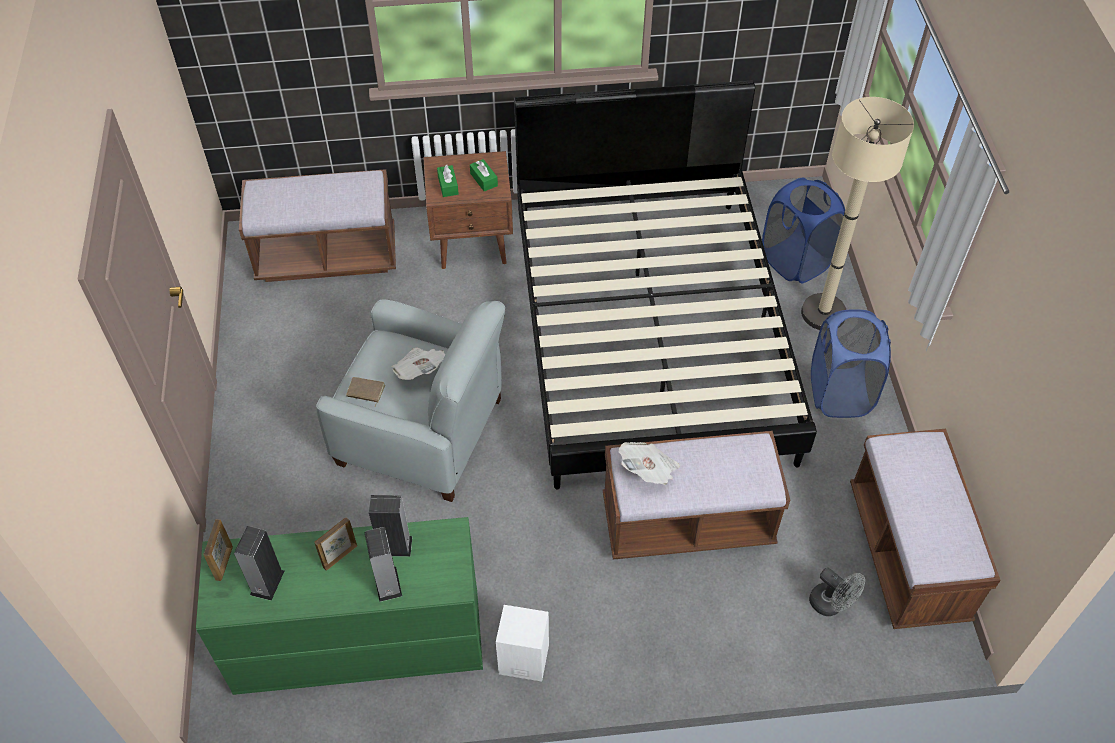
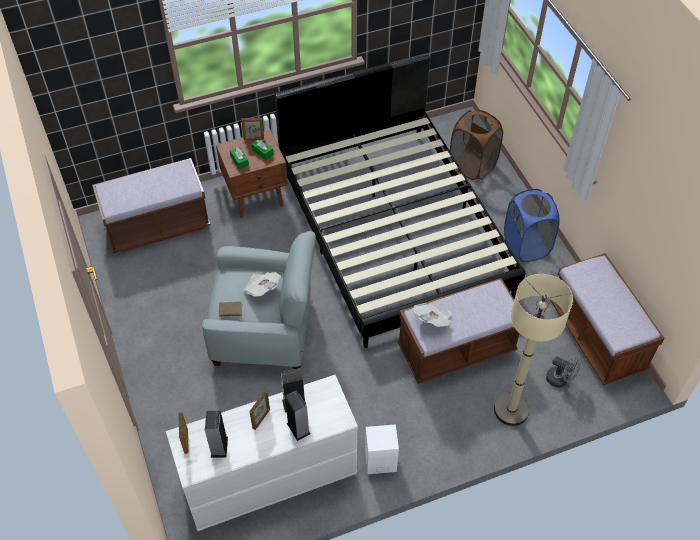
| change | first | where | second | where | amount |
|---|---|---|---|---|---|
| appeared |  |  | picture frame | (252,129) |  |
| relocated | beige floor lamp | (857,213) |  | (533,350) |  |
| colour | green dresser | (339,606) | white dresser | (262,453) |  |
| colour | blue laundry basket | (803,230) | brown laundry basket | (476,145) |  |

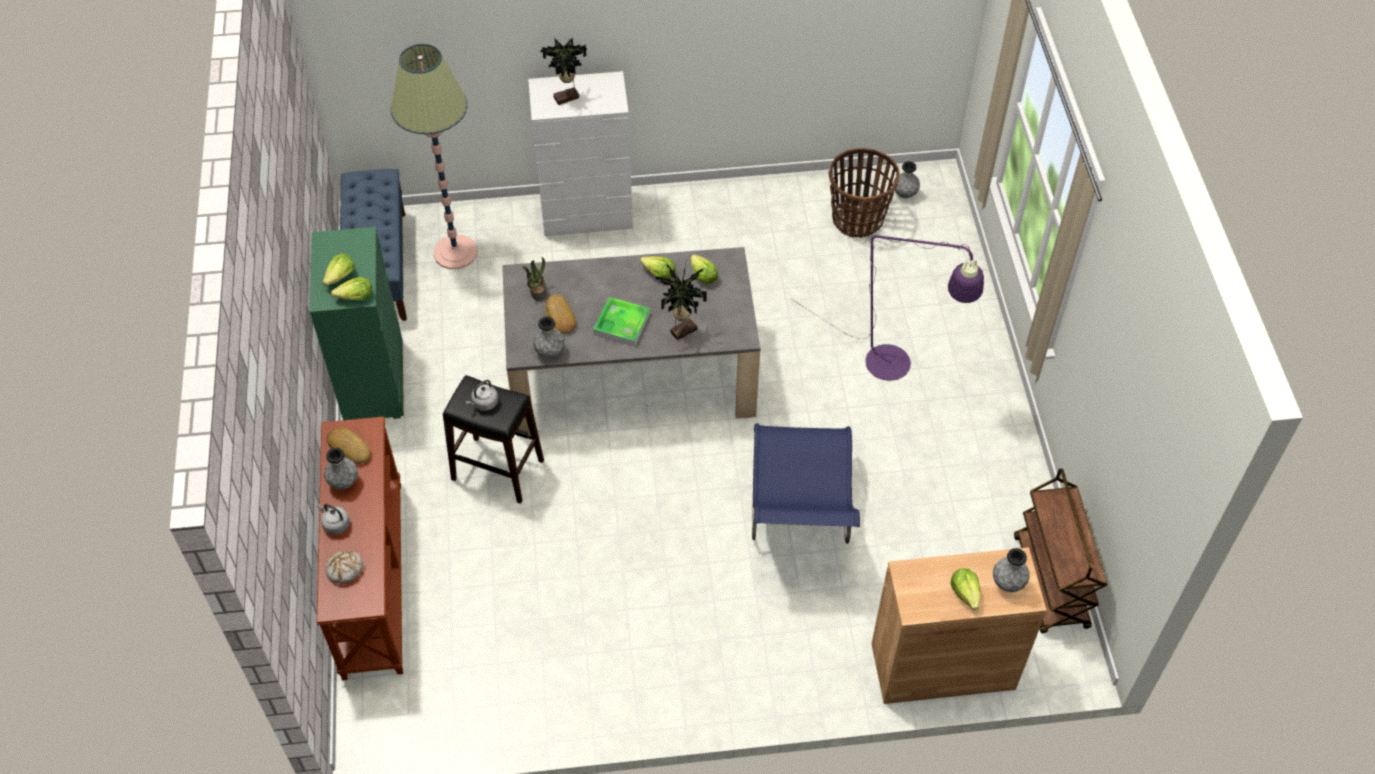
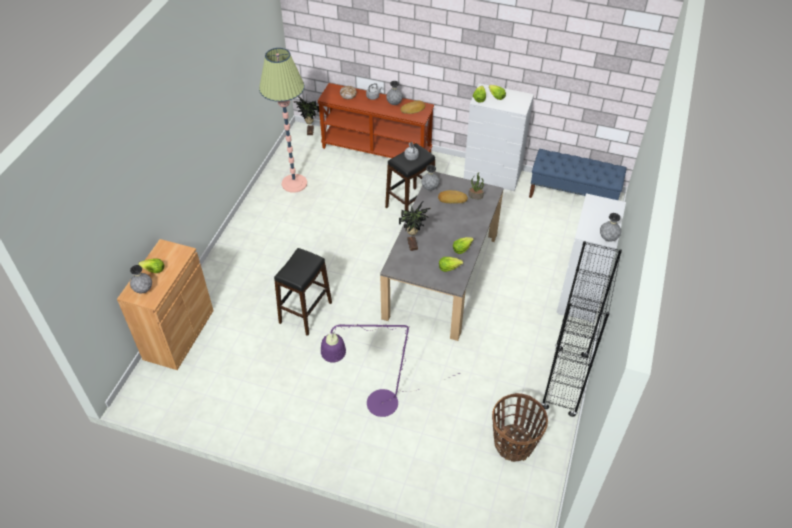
| change | first | where | second | where | amount |
|---|---|---|---|---|---|
| missing | tray | (621,321) |  |  |  |
| missing | brown cart | (1061,551) |  |  |  |
| appeared |  |  | black bookcase | (581,329) |  |
| relocated | floor lamp | (434,156) |  | (283,120) |  |
| relocated | potted plant | (563,71) |  | (306,115) |  |
| relocated | grey vase | (906,179) |  | (610,227) |  |
| exchanged | blue chair | (806,483) | black stool | (303,292) |  |
| colour | green dresser | (357,323) | white dresser | (499,137) |  |

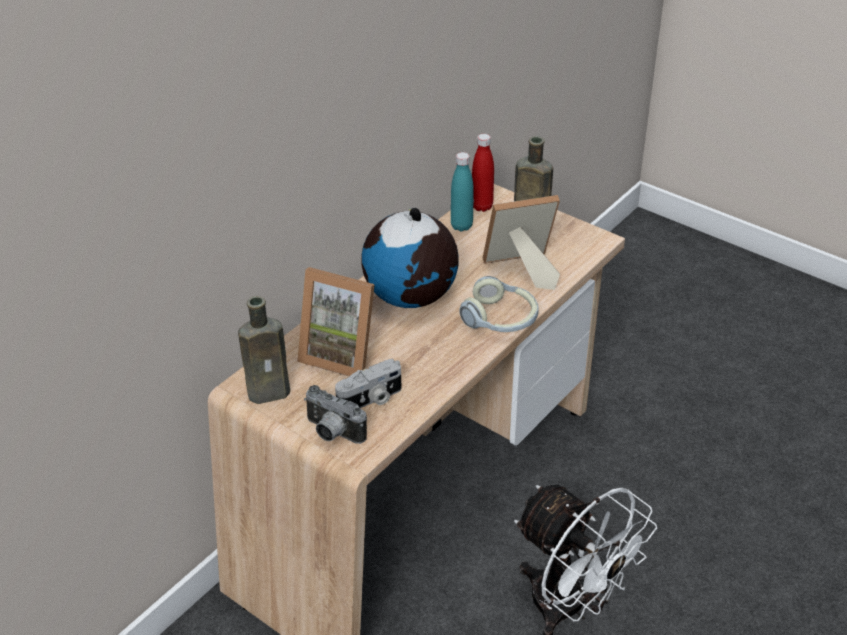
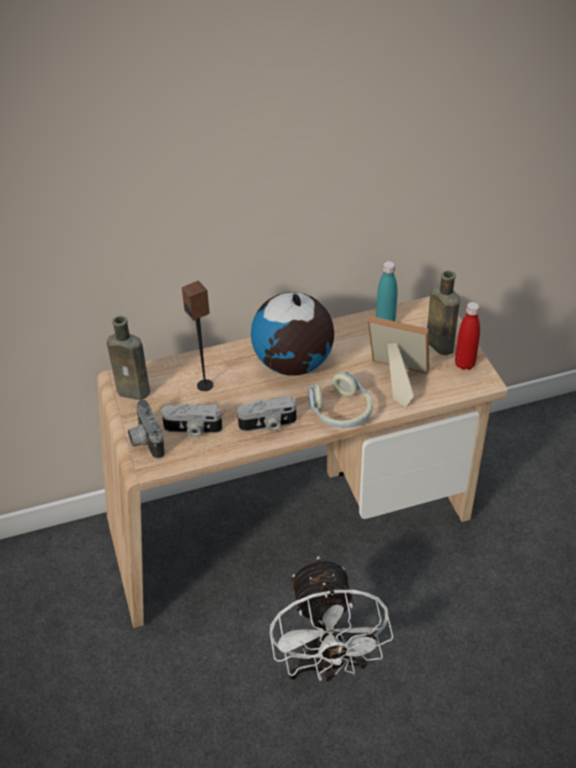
| change | first | where | second | where | amount |
|---|---|---|---|---|---|
| appeared |  |  | photo camera | (267,414) |  |
| relocated | red bottle | (483,173) |  | (467,336) |  |
| exchanged | picture frame | (336,322) | speaker | (197,336) |  |

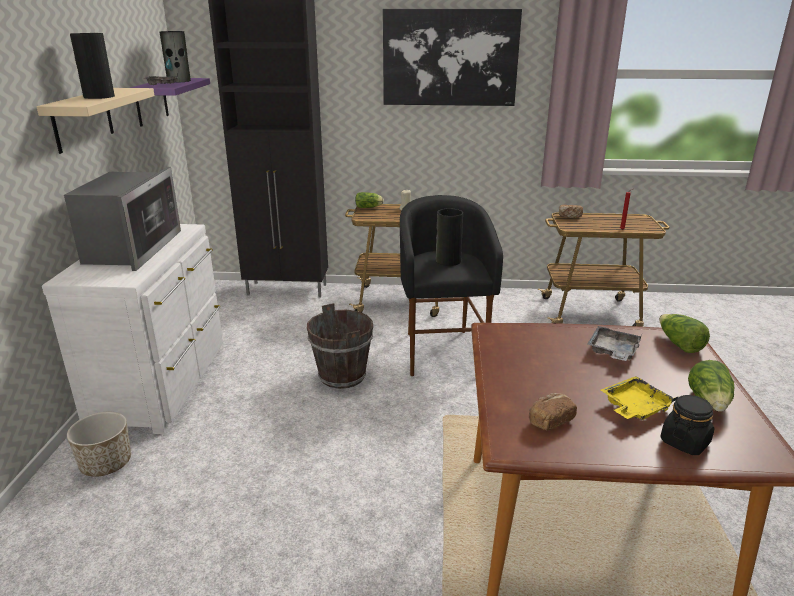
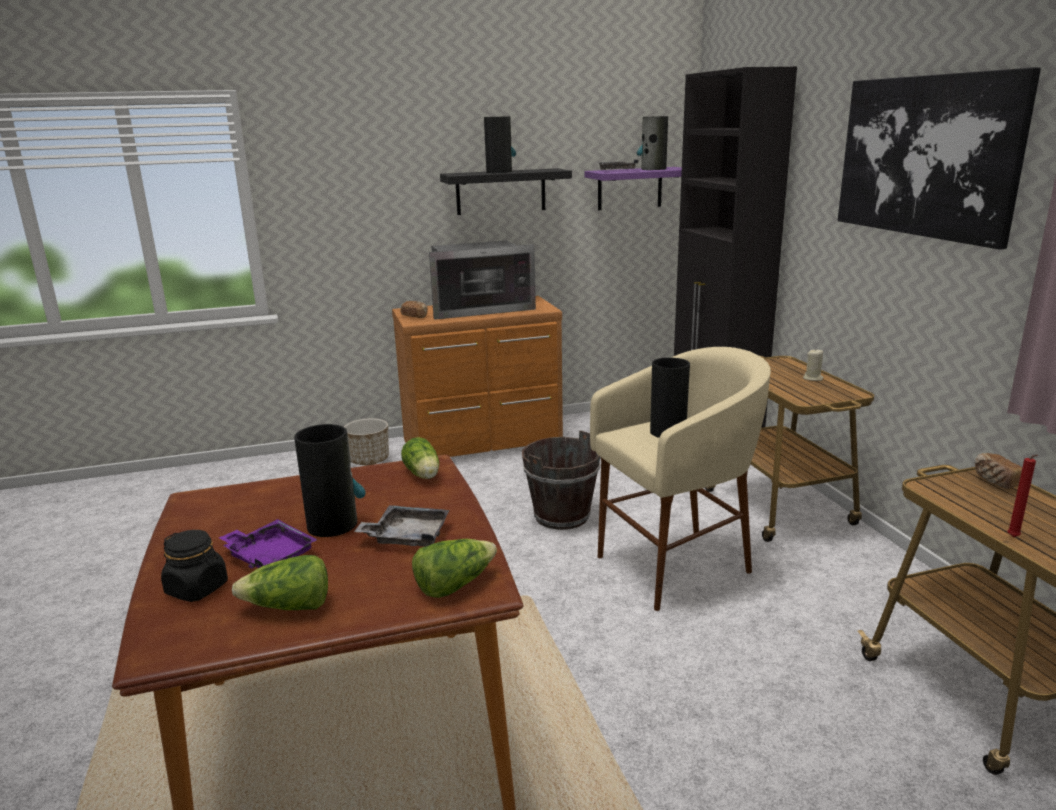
| change | first | where | second | where | amount |
|---|---|---|---|---|---|
| appeared |  |  | vase | (329,480) |  |
| relocated | lettuce | (369,200) |  | (420,458) |  |
| relocated | bread | (553,412) |  | (414,309) |  |
| colour | beige shelf | (96,121) | black shelf | (506,191) |  |
| colour | white dresser | (132,329) | brown dresser | (477,376) |  |
| colour | black stool | (451,285) | beige stool | (680,479) |  |
| colour | yellow tray | (639,398) | purple tray | (268,543) |  |

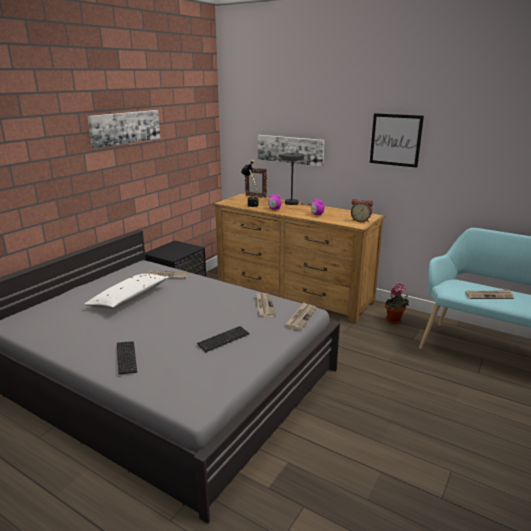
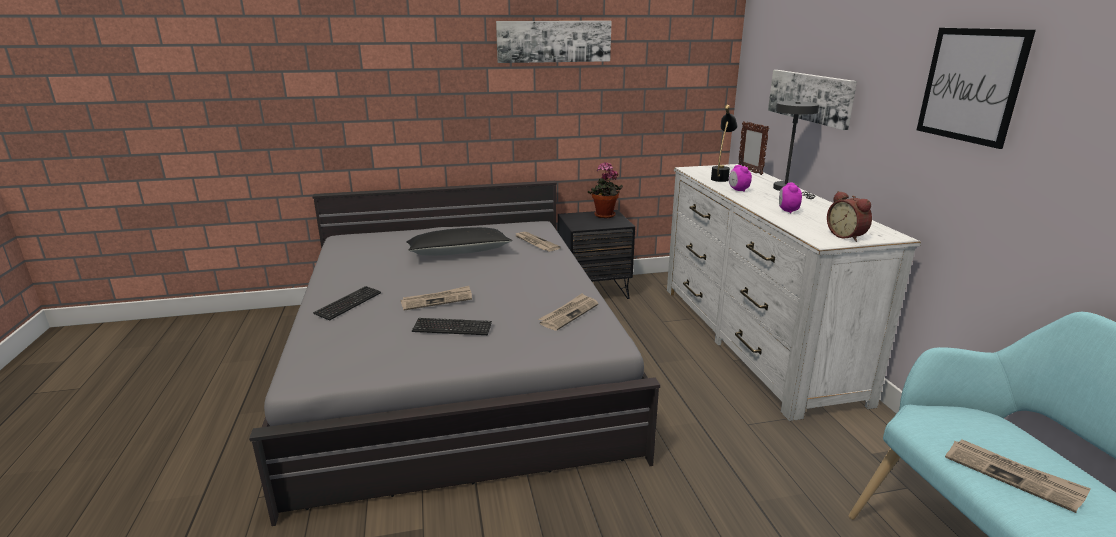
| change | first | where | second | where | amount |
|---|---|---|---|---|---|
| relocated | newspaper | (301,316) |  | (436,298) |  |
| relocated | potted plant | (397,303) |  | (605,190) |  |
| colour | white pillow | (126,291) | black pillow | (459,241) |  |
| colour | brown dresser | (299,258) | white dresser | (794,292) |  |

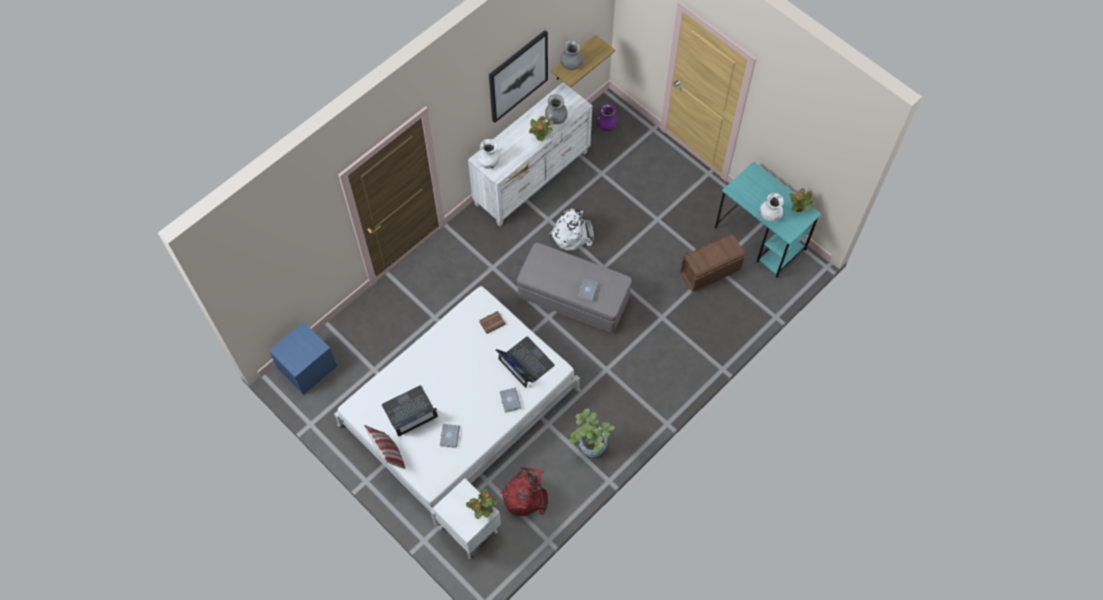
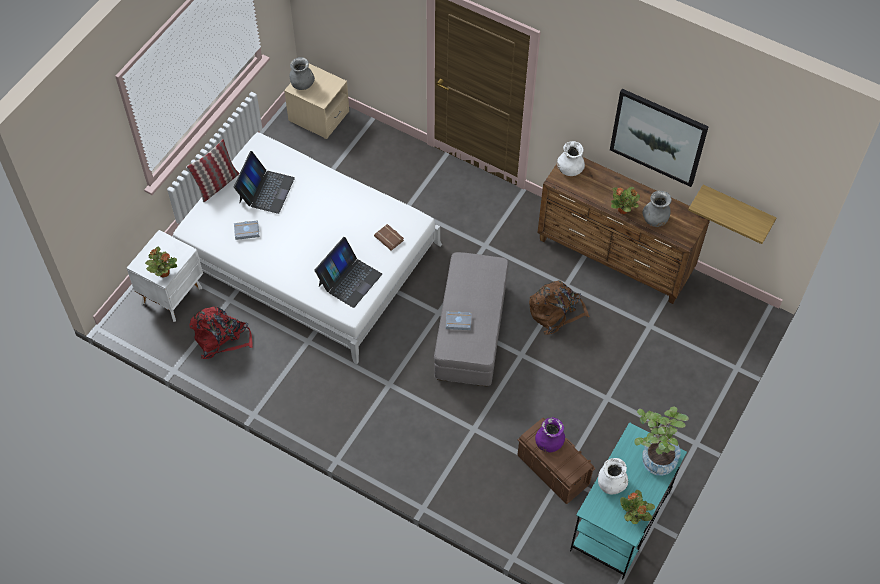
| change | first | where | second | where | amount |
|---|---|---|---|---|---|
| missing | grey book | (510,400) |  |  |  |
| relocated | grey vase | (571,55) |  | (302,73) |  |
| relocated | potted plant | (592,432) |  | (661,441) |  |
| relocated | purple vase | (606,117) |  | (550,435) |  |
| colour | blue nightstand | (303,358) | beige nightstand | (316,101) |  |
| colour | white dresser | (530,154) | brown dresser | (623,230) |  |
| colour | white backpack | (571,229) | brown backpack | (559,308) |  |
| spun | laptop | (410,411) |  | (264,182) | 60 degrees clockwise |

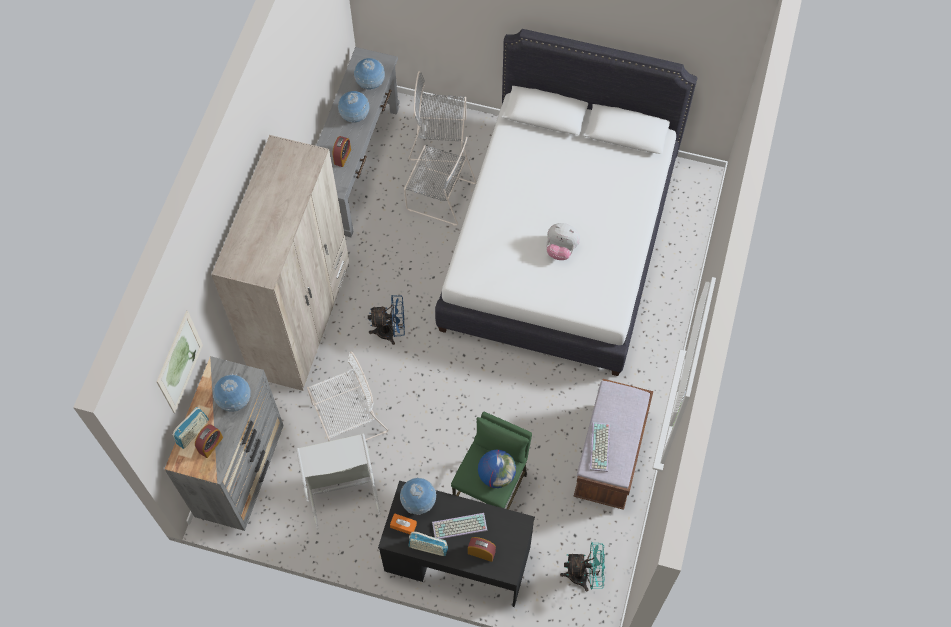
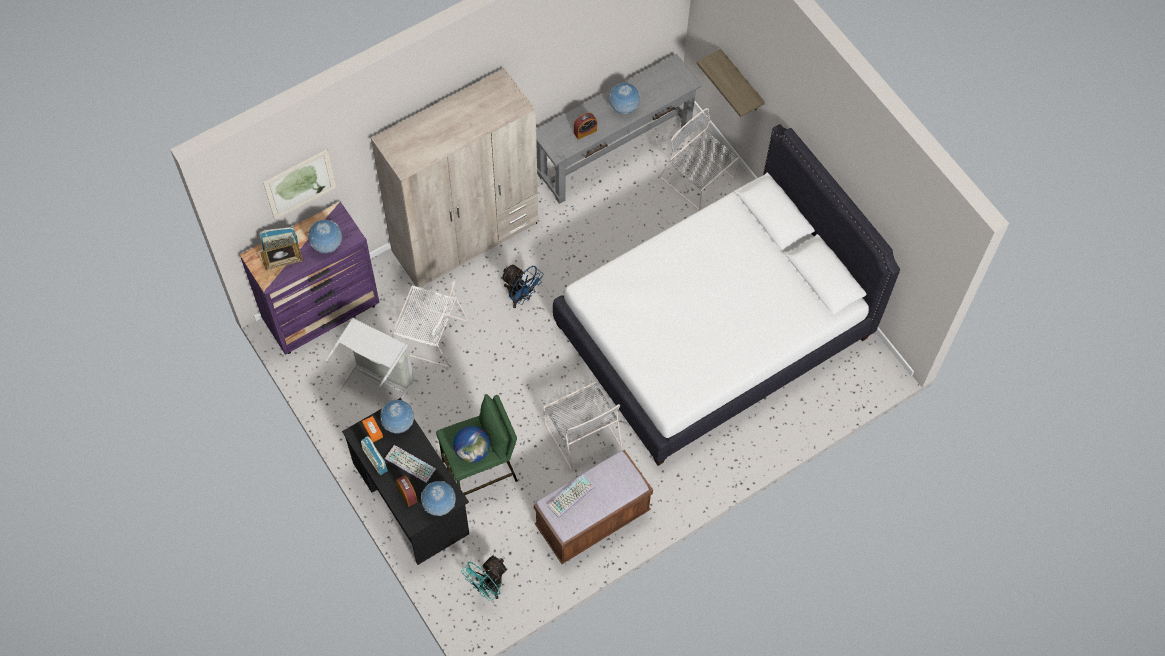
| change | first | where | second | where | amount |
|---|---|---|---|---|---|
| missing | plush toy | (563,241) |  |  |  |
| appeared |  |  | shelf | (731,83) |  |
| relocated | globe | (369,74) |  | (438,498) |  |
| relocated | grey chair | (440,181) |  | (582,426) |  |
| exchanged | alarm clock | (209,441) | picture frame | (282,256) |  |
| colour | grey dresser | (224,443) | purple dresser | (310,278) |  |
| spun | turquoise fan | (582,567) |  | (484,578) | 90 degrees clockwise |

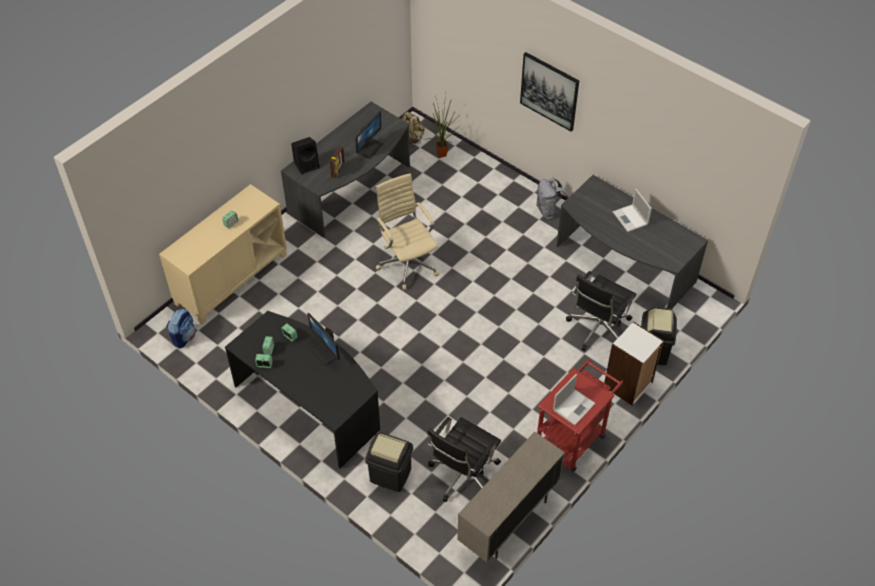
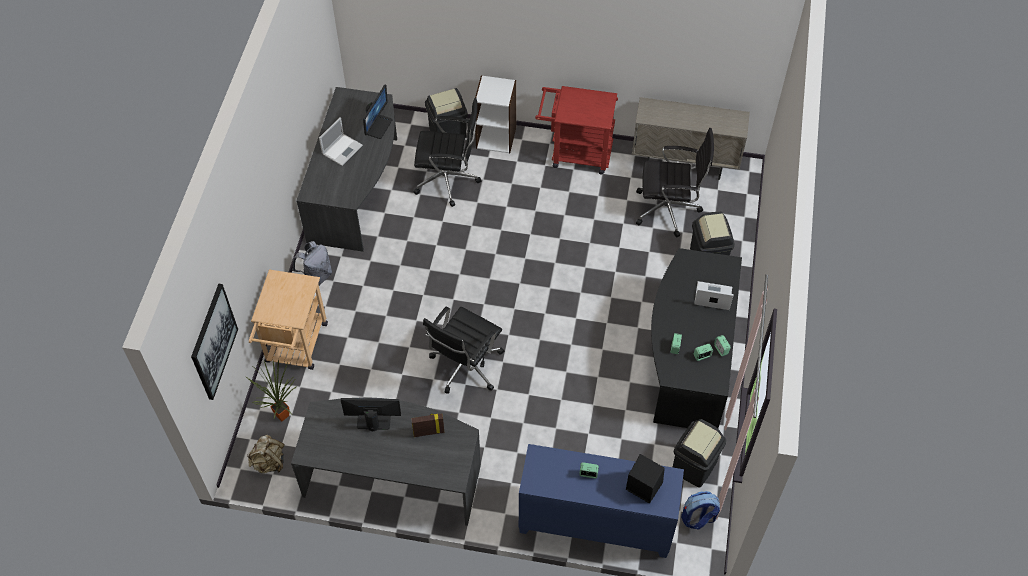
| change | first | where | second | where | amount |
|---|---|---|---|---|---|
| appeared |  |  | beige cart | (288,319) |  |
| appeared |  |  | black trash can | (699,453) |  |
| relocated | black speaker | (305,155) |  | (645,479) |  |
| relocated | monitor | (323,339) |  | (377,111) |  |
| relocated | picture | (549,92) |  | (214,341) |  |
| relocated | laptop | (574,399) |  | (714,295) |  |
| colour | beige cabinet | (223,254) | blue cabinet | (601,501) |  |
| colour | beige office chair | (407,232) | black office chair | (463,350) |  |

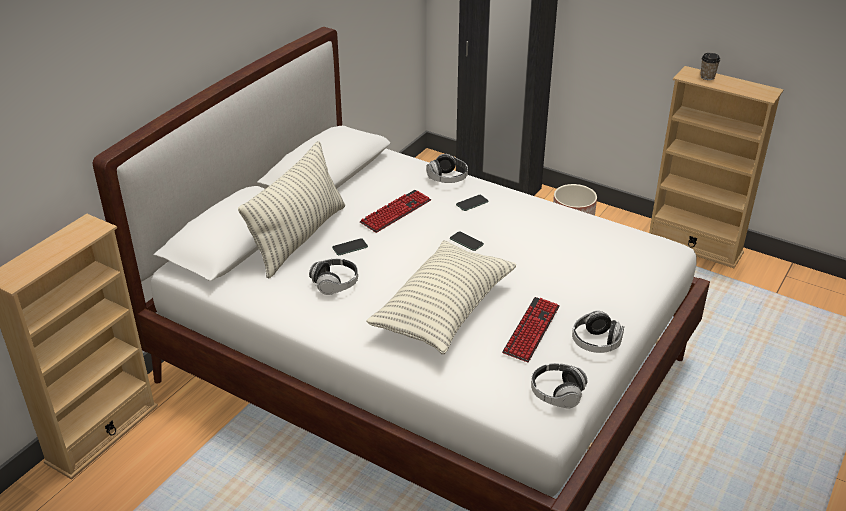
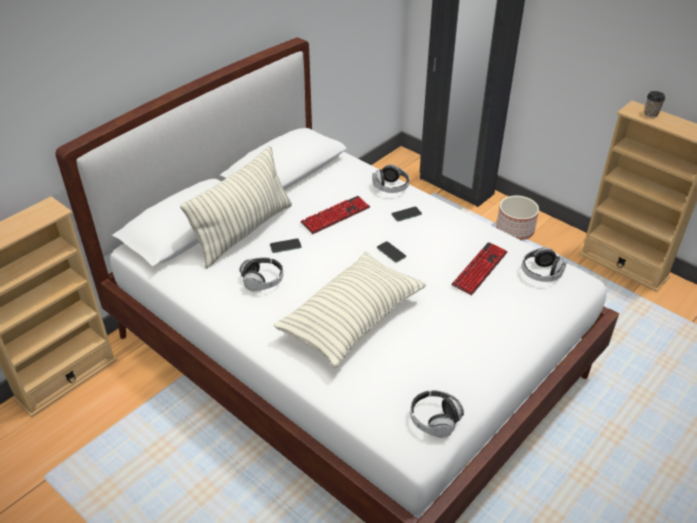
| change | first | where | second | where | amount |
|---|---|---|---|---|---|
| relocated | keyboard | (531,329) |  | (479,268) |  |
| relocated | headphones | (598,331) |  | (544,264) |  |

